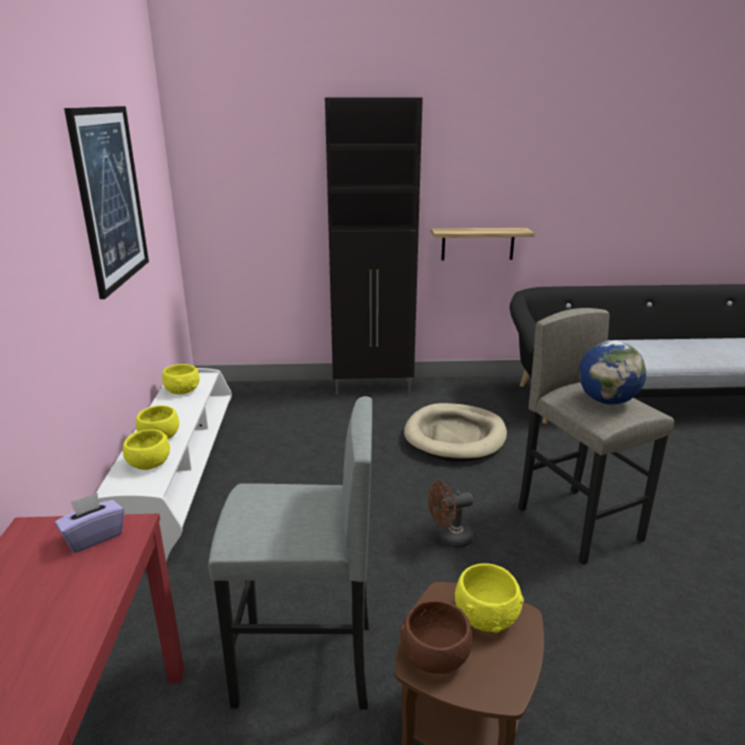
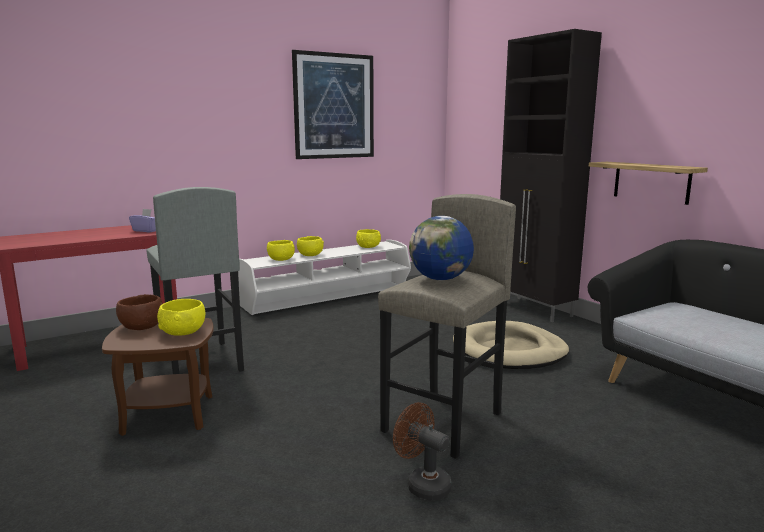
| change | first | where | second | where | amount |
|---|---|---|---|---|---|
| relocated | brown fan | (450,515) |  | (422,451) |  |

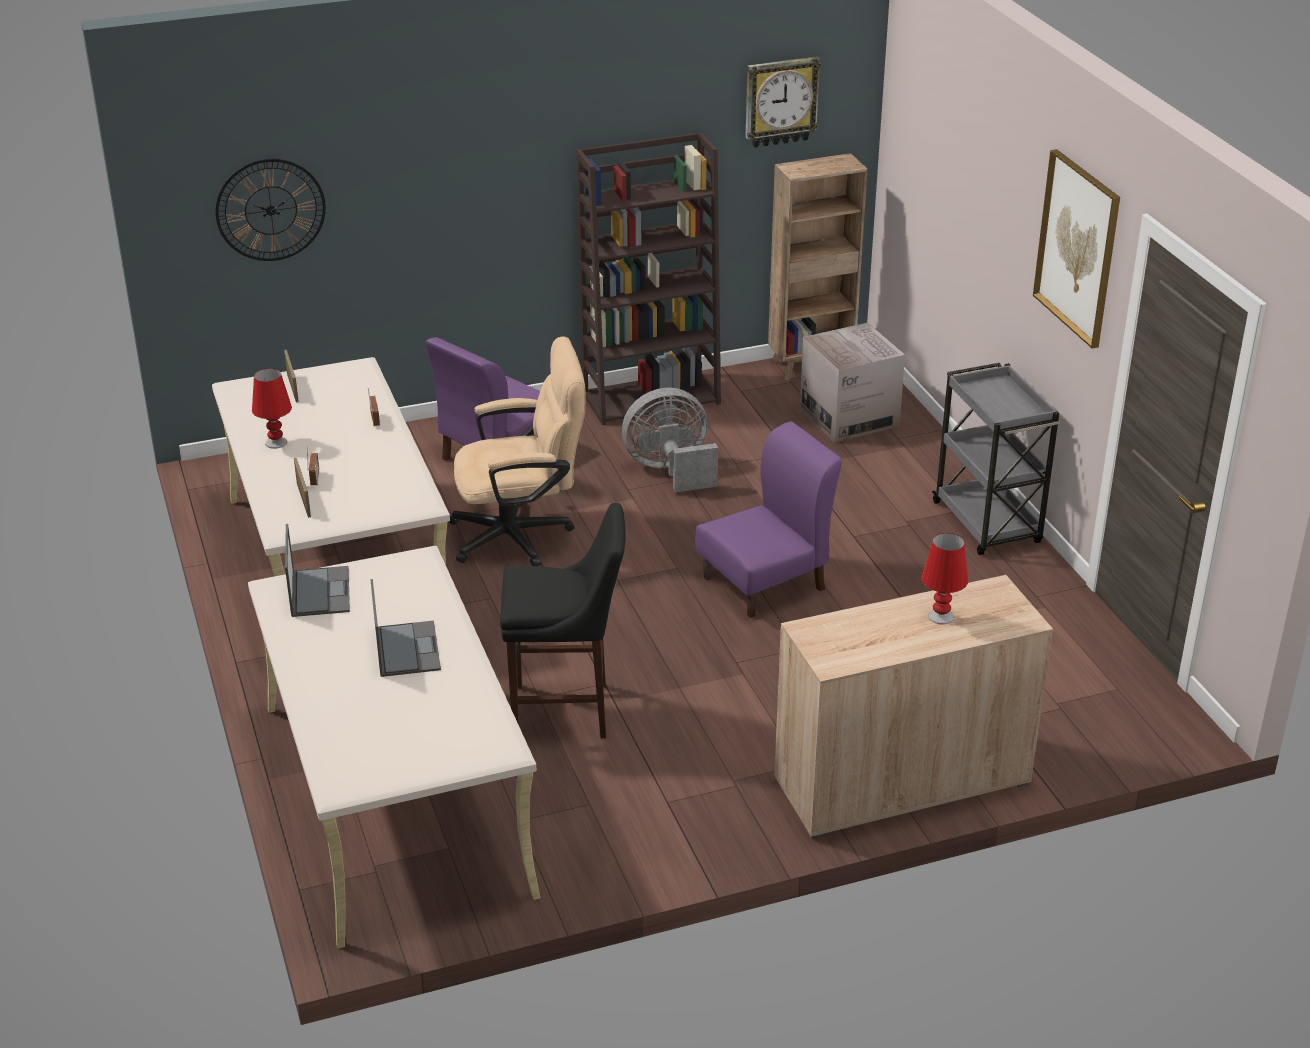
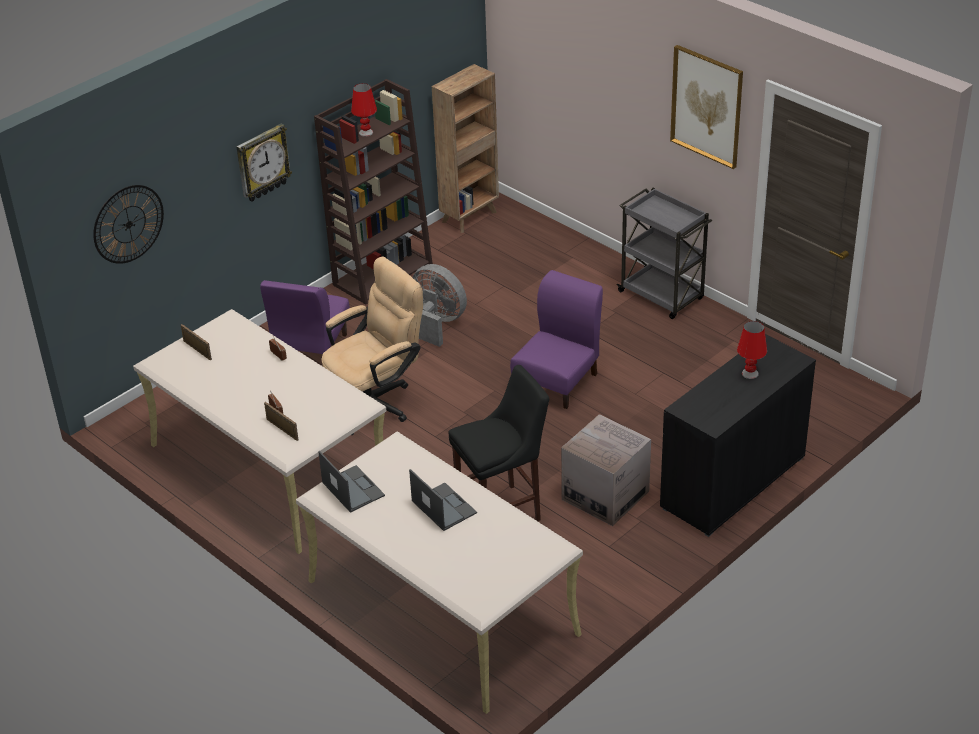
| change | first | where | second | where | amount |
|---|---|---|---|---|---|
| relocated | red table lamp | (272,408) |  | (364,110) |  |
| relocated | wall clock | (783,102) |  | (264,162) |  |
| relocated | cardboard box | (852,382) |  | (606,470) |  |
| colour | beige cabinet | (913,707) | black cabinet | (738,435) |  |
| spun | grey fan | (670,440) |  | (439,305) | 75 degrees clockwise |

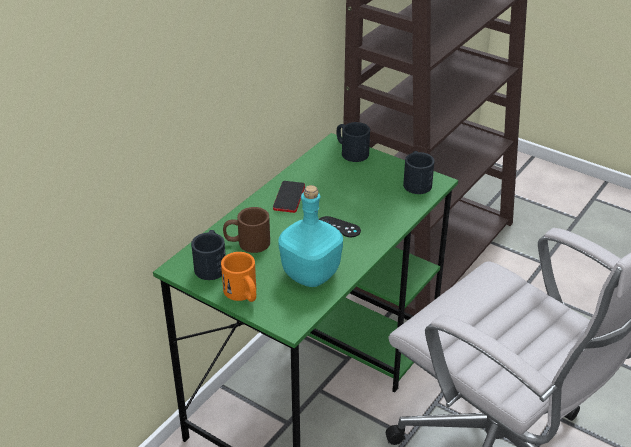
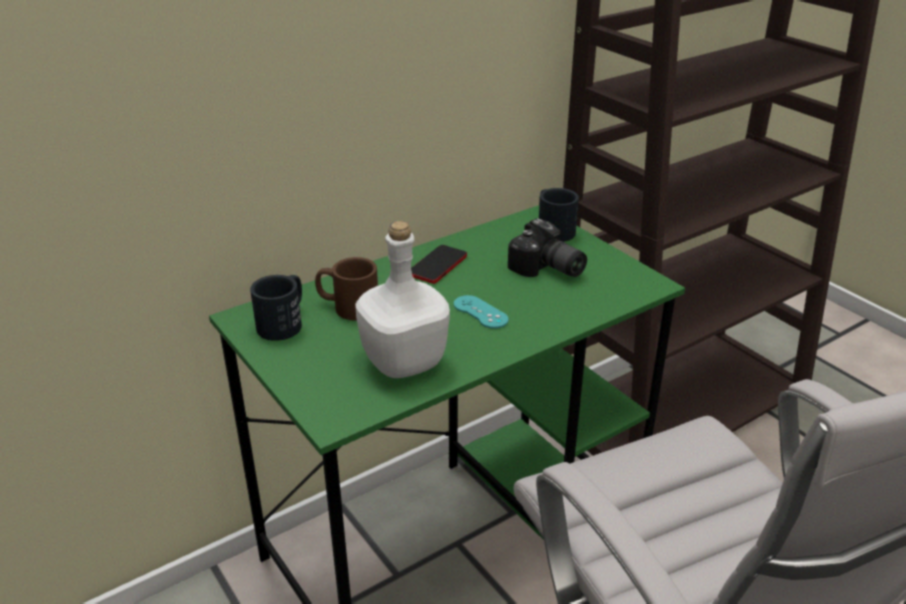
| change | first | where | second | where | amount |
|---|---|---|---|---|---|
| missing | orange mug | (238,277) |  |  |  |
| missing | black mug | (419,172) |  |  |  |
| appeared |  |  | photo camera | (547,247) |  |
| colour | turquoise bottle | (310,236) | white bottle | (402,299) |  |
| colour | black game controller | (340,226) | turquoise game controller | (481,312) |  |

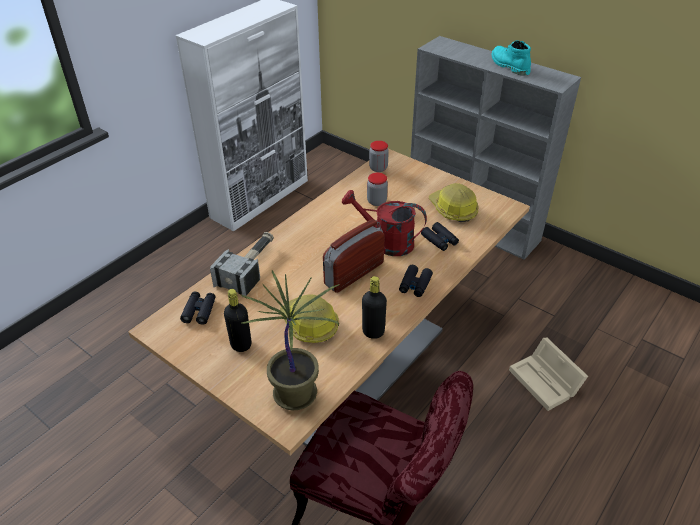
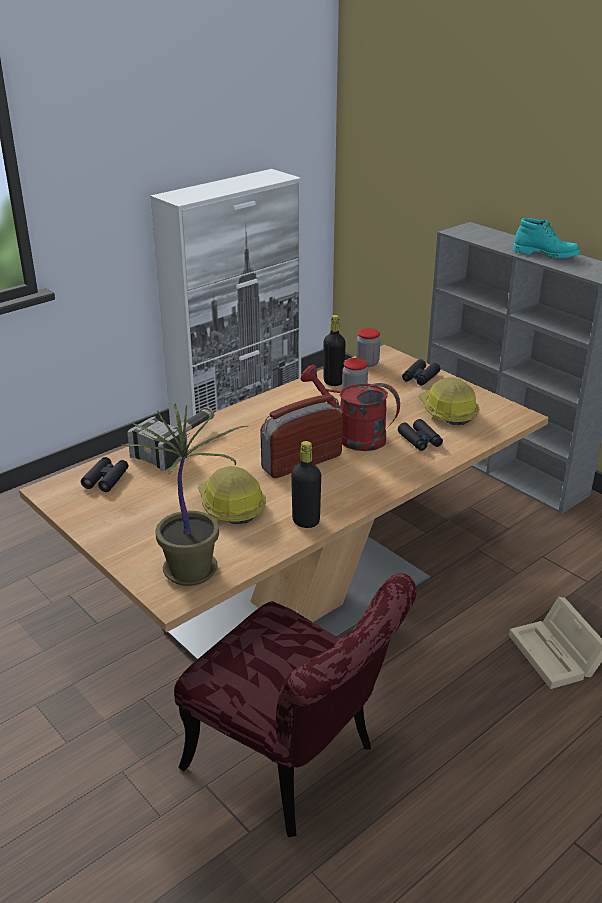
| change | first | where | second | where | amount |
|---|---|---|---|---|---|
| relocated | black bottle | (238,320) |  | (335,350) |  |
| relocated | black binoculars | (416,281) |  | (421,372) |  |
| spun | turquoise boot | (511,57) |  | (546,238) | 135 degrees clockwise |

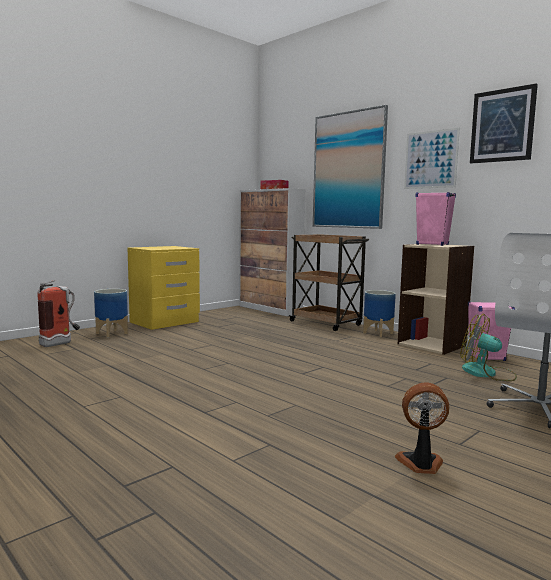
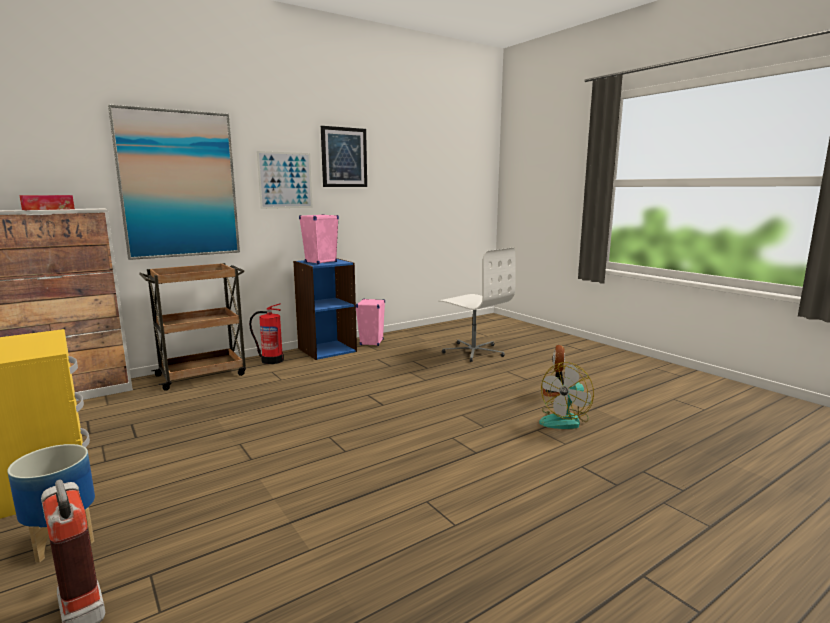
| change | first | where | second | where | amount |
|---|---|---|---|---|---|
| relocated | fan | (488,347) |  | (566,395) |  |
| exchanged | planter | (379,313) | fire extinguisher | (266,333) |  |
| colour | beige bookcase | (436,299) | blue bookcase | (325,309) |  |

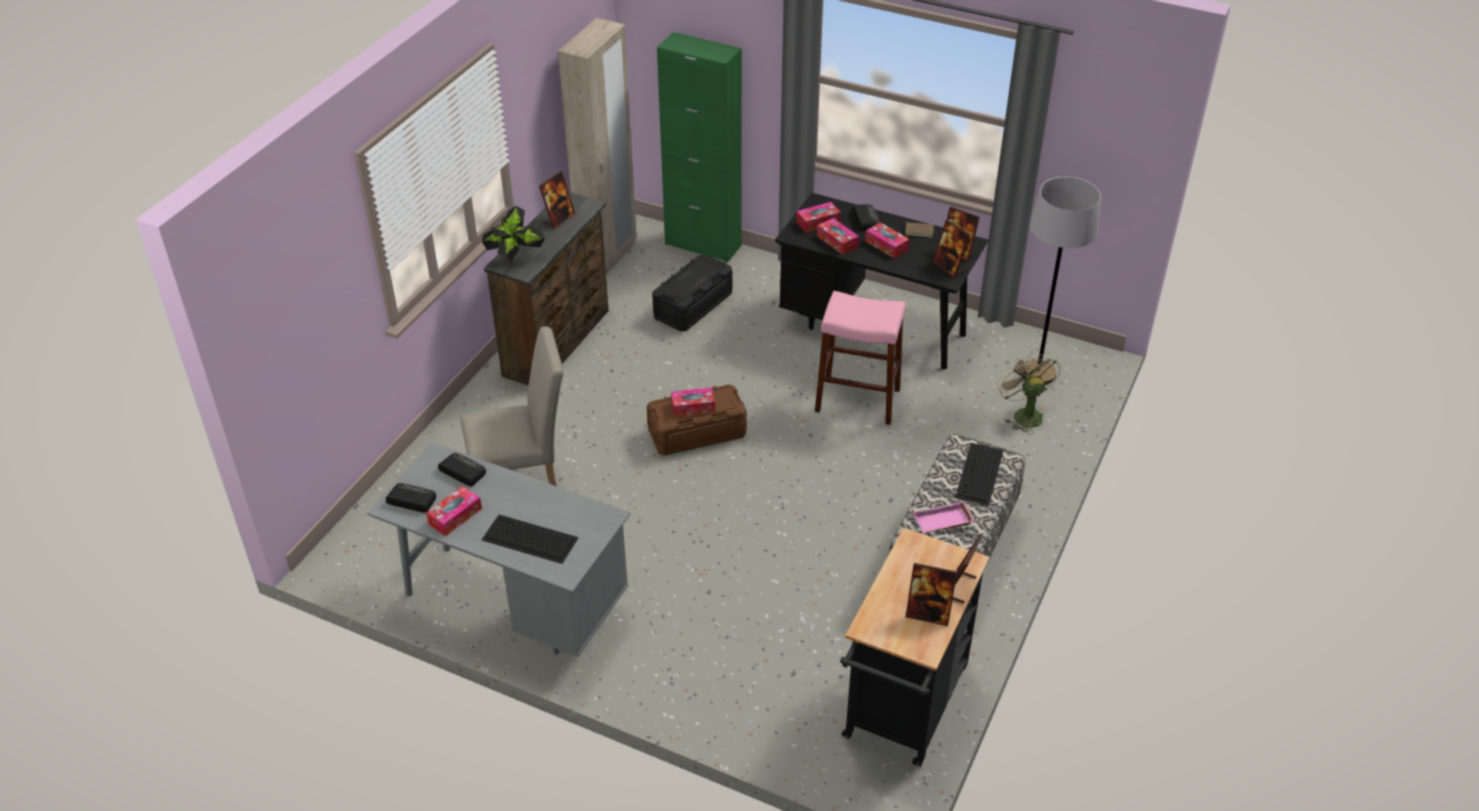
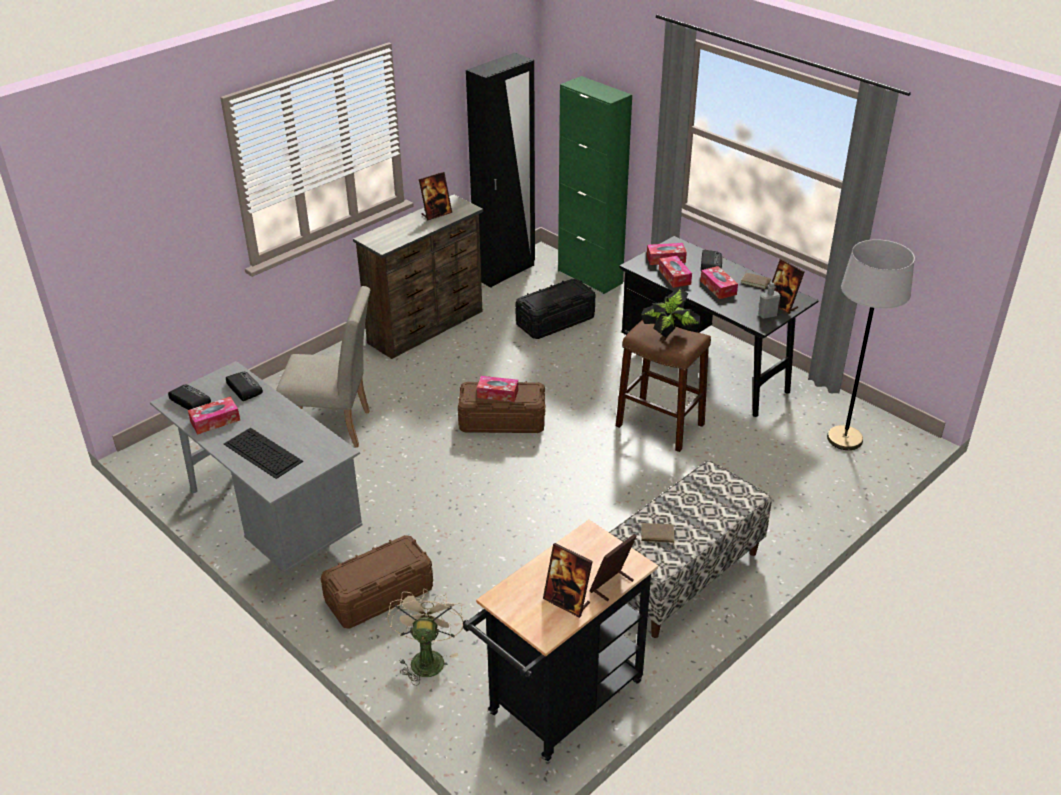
| change | first | where | second | where | amount |
|---|---|---|---|---|---|
| missing | keyboard | (979,474) |  |  |  |
| appeared |  |  | brown storage box | (377,582) |  |
| relocated | potted plant | (513,234) |  | (671,314) |  |
| relocated | beige fan | (1029,393) |  | (425,636) |  |
| exchanged | pink tray | (943,517) | brown book | (658,534) |  |
| exchanged | picture frame | (951,248) | grey bottle | (769,300) |  |
| colour | beige wardrobe | (597,146) | black wardrobe | (500,170) |  |
| colour | pink stool | (860,358) | brown stool | (663,386) |  |

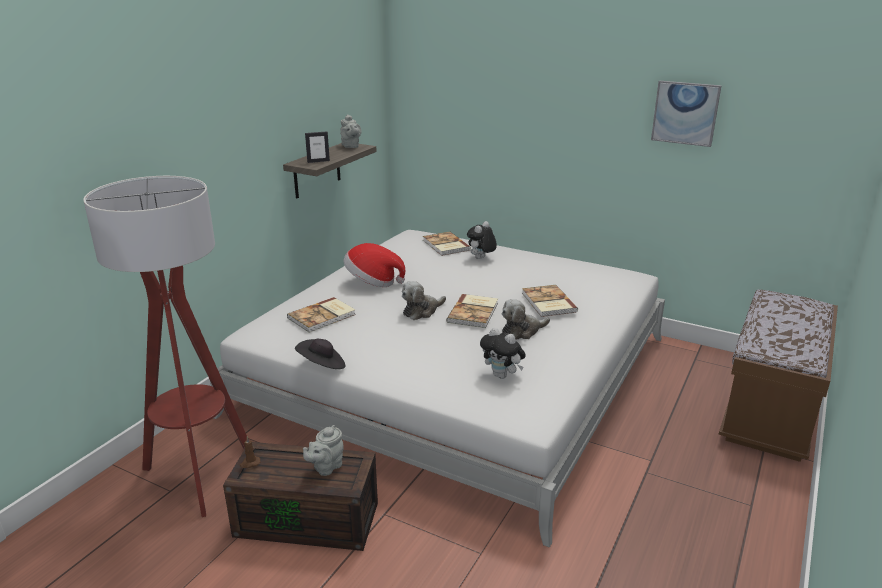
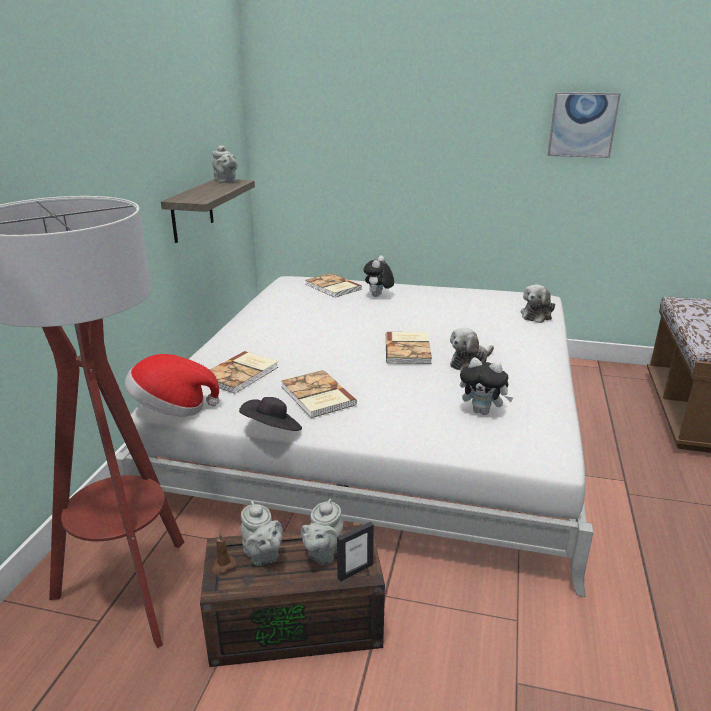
| change | first | where | second | where | amount |
|---|---|---|---|---|---|
| appeared |  |  | grey teapot | (261,533) |  |
| relocated | picture frame | (317,147) |  | (355,552) |  |
| relocated | hat | (374,265) |  | (172,385) |  |
| relocated | plush toy | (424,300) |  | (537,303) |  |
| relocated | book | (550,301) |  | (319,394) |  |

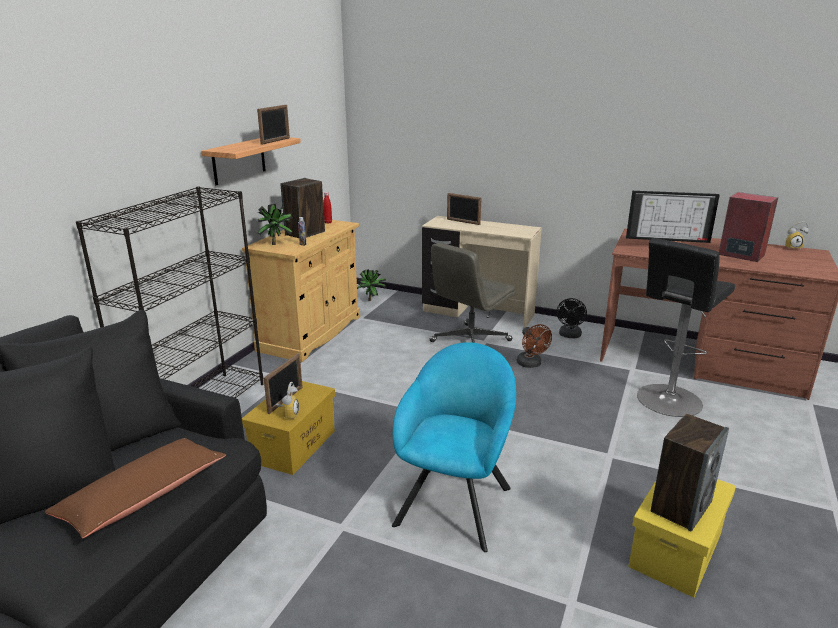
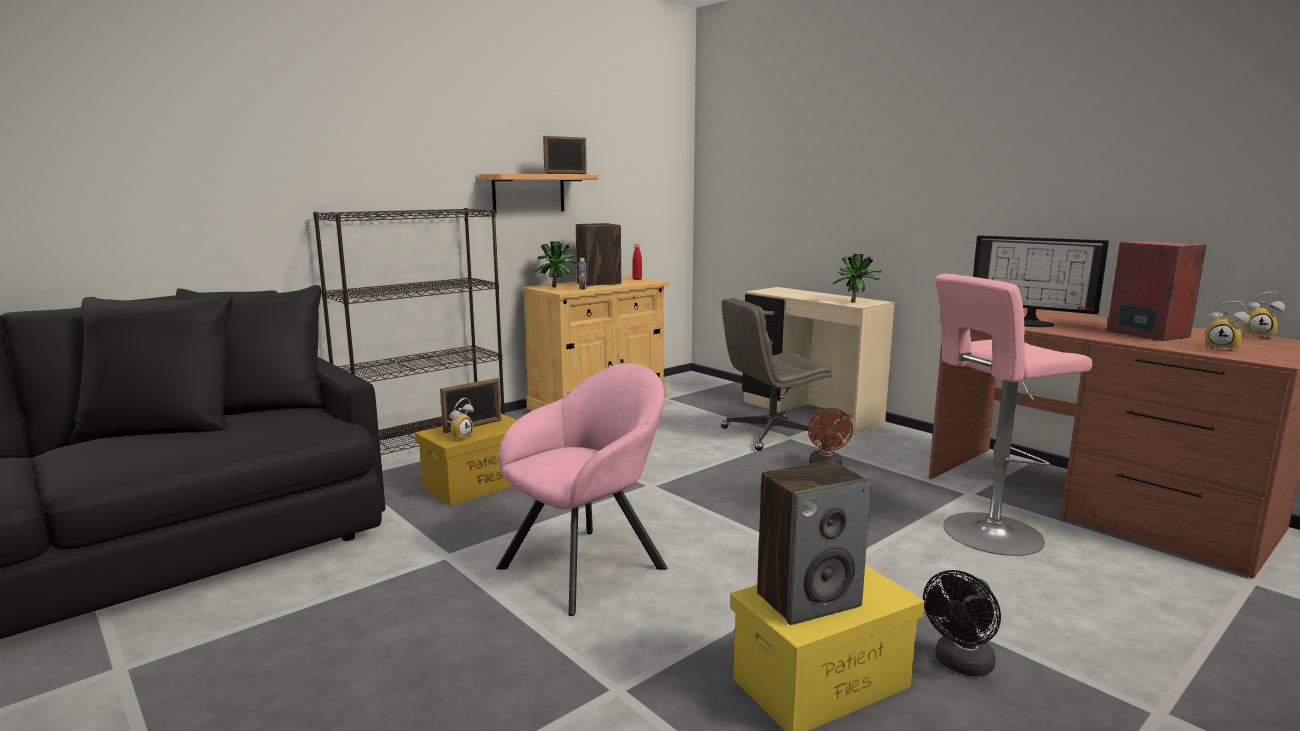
| change | first | where | second | where | amount |
|---|---|---|---|---|---|
| missing | brown pillow | (135,488) |  |  |  |
| missing | picture frame | (464,209) |  |  |  |
| appeared |  |  | alarm clock | (1227,326) |  |
| relocated | potted plant | (371,285) |  | (857,278) |  |
| relocated | black fan | (572,318) |  | (962,623) |  |
| colour | turquoise armchair | (454,447) | pink armchair | (582,489) |  |
| colour | black stool | (686,327) | pink stool | (1013,415) |  |

